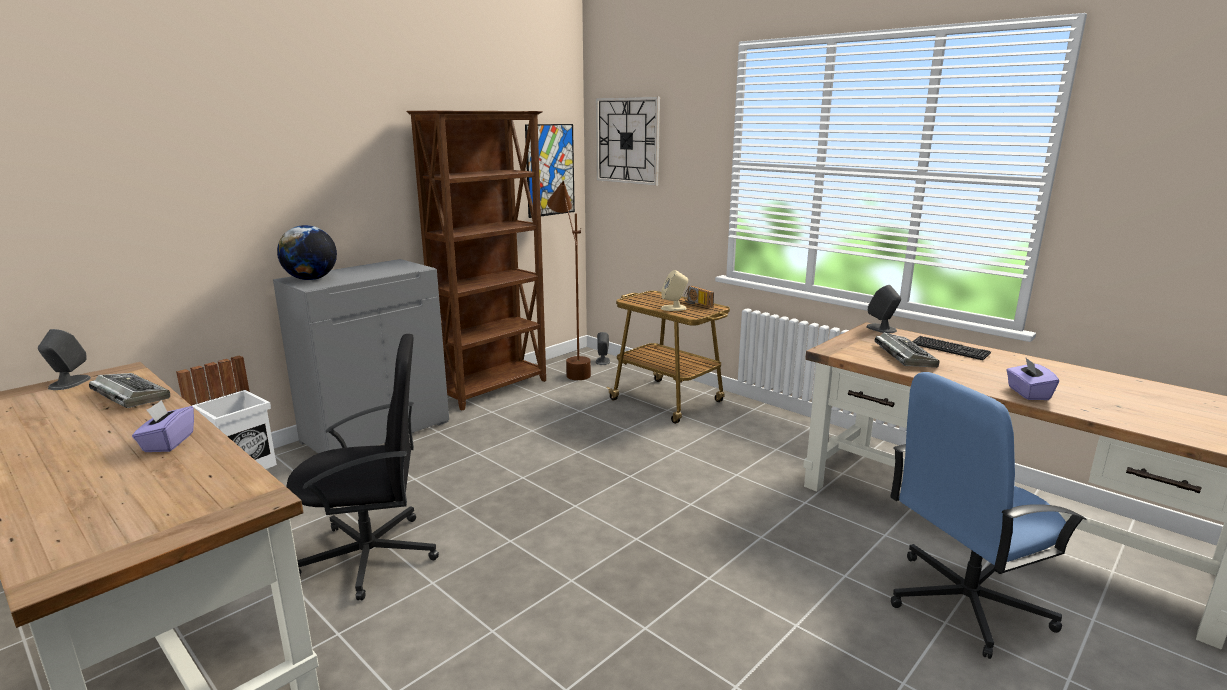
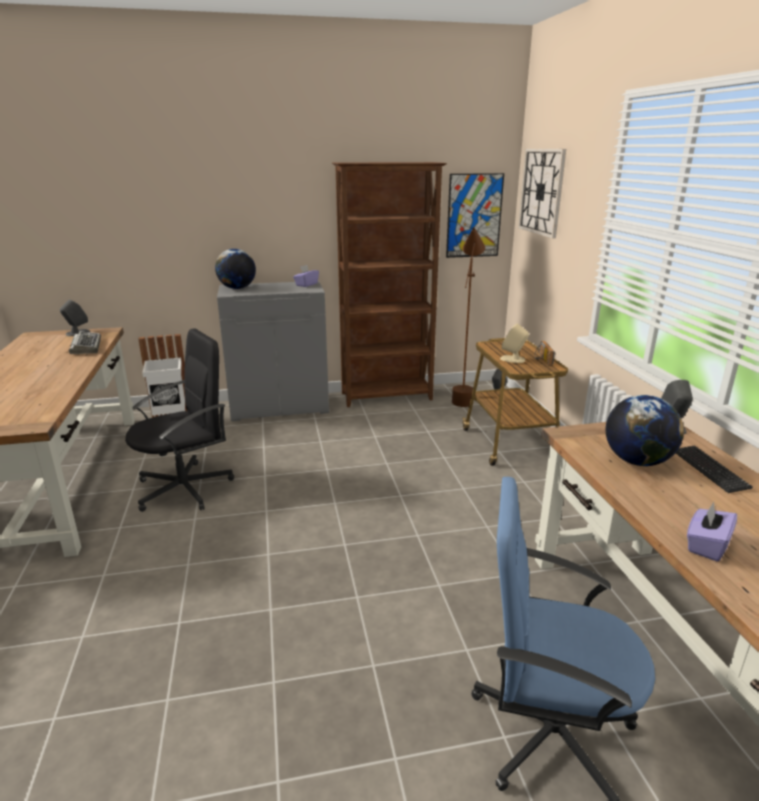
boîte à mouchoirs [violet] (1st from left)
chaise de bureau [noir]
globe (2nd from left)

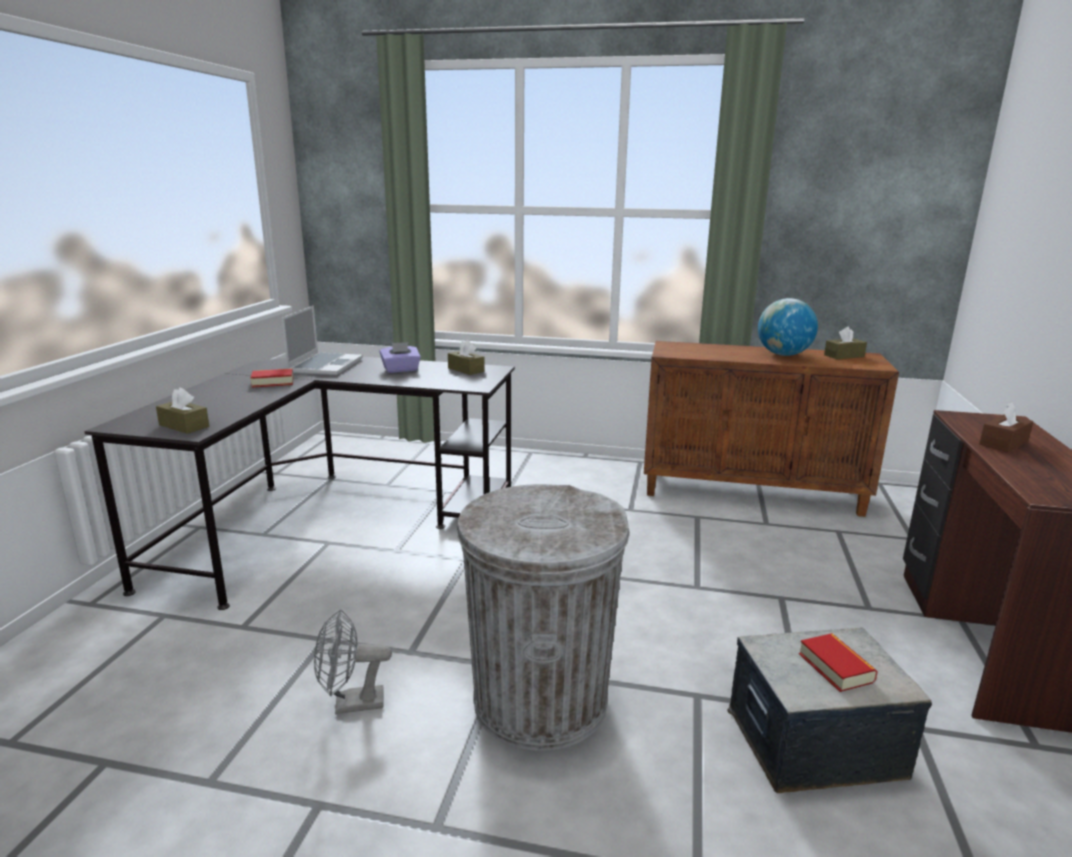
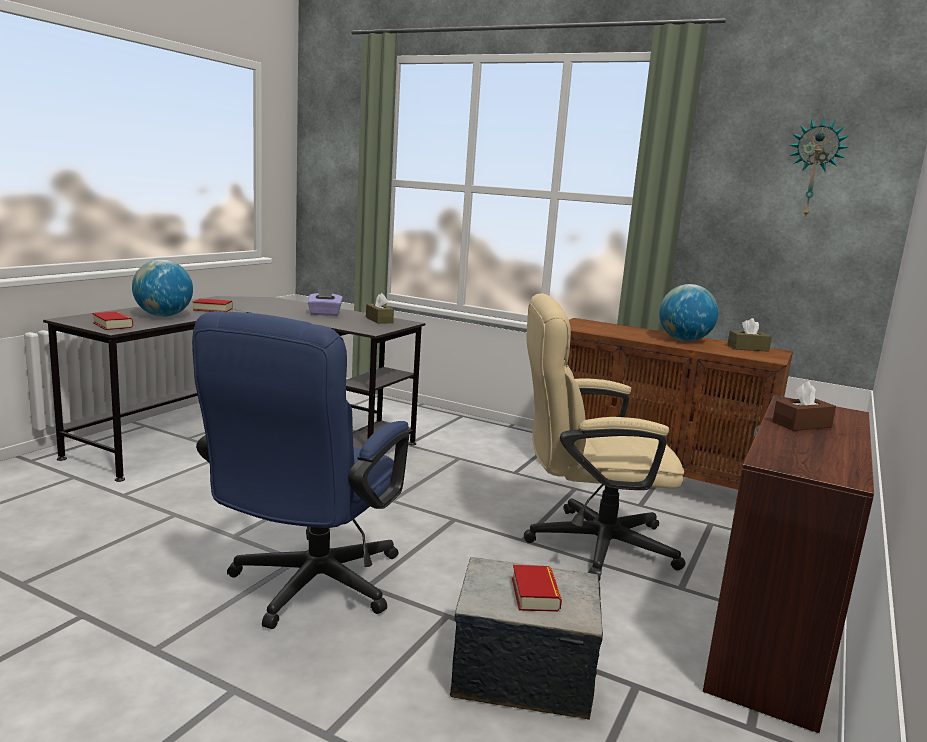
livre (1st from left)
ordinateur portable
ventilateur [gris]
chaise de bureau [bleu]
globe (1st from left)
chaise de bureau [beige]
horloge murale

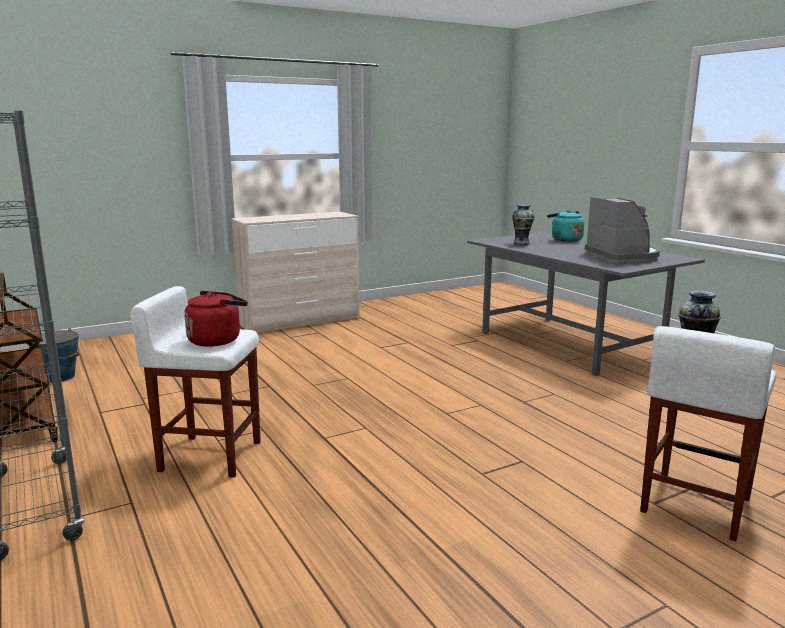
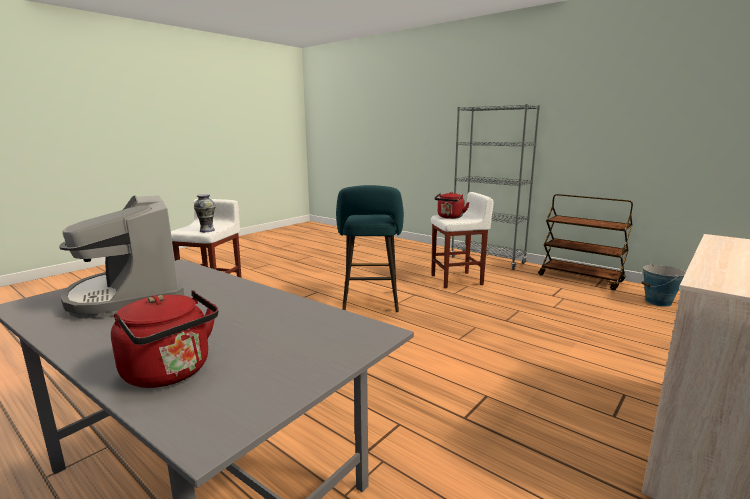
vase (1st from left in the first image)
bouilloire [rouge] (1st from left)
tabouret [turquoise]

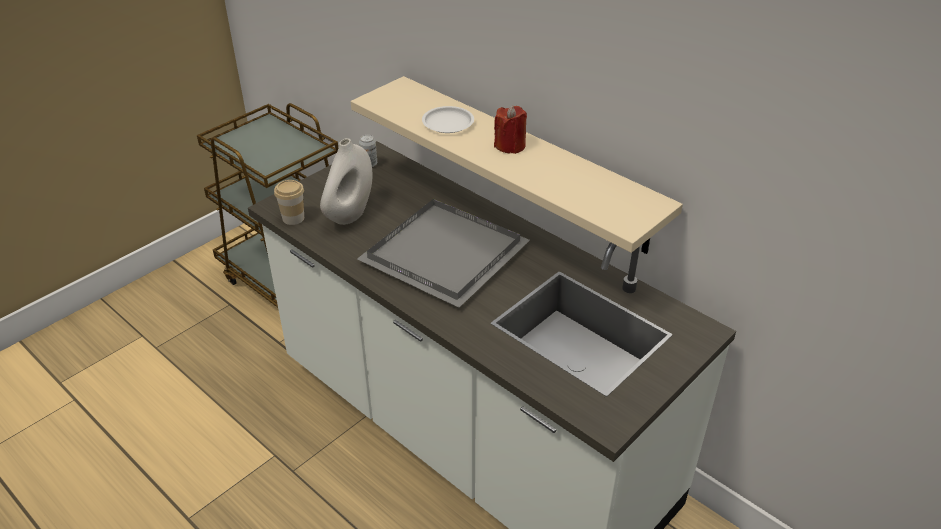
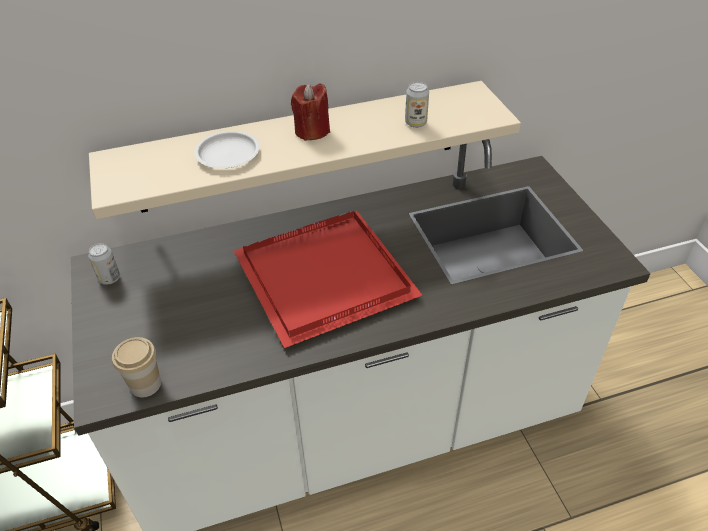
vase [blanc]
plateau [rouge]
boîte métallique (2nd from left)

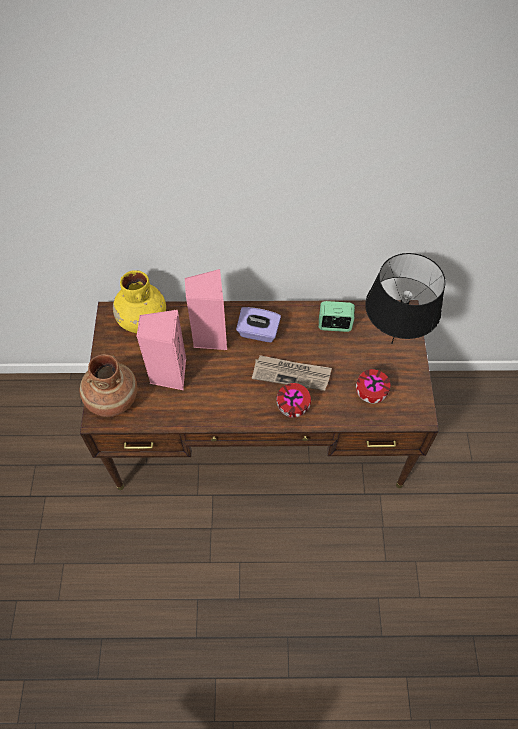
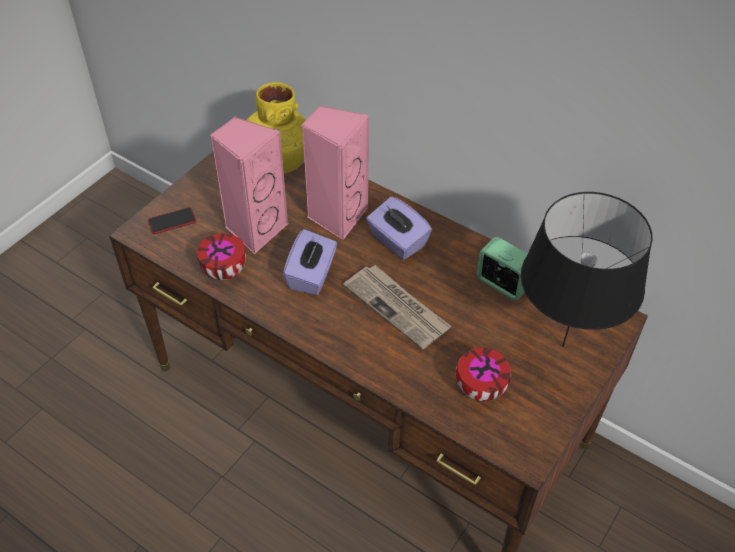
téléphone
bol (1st from left)
boîte à mouchoirs [violet] (1st from left)

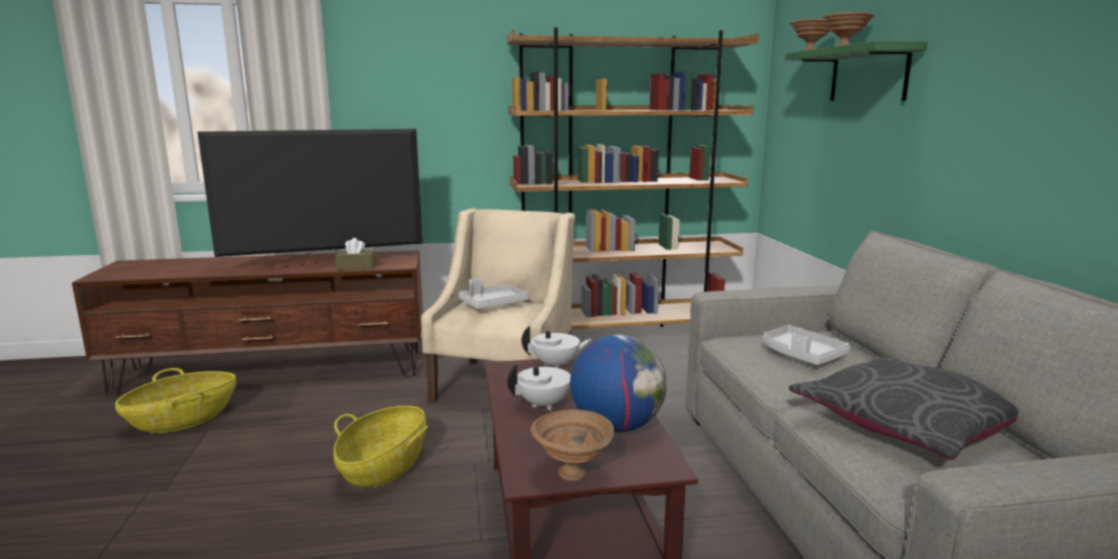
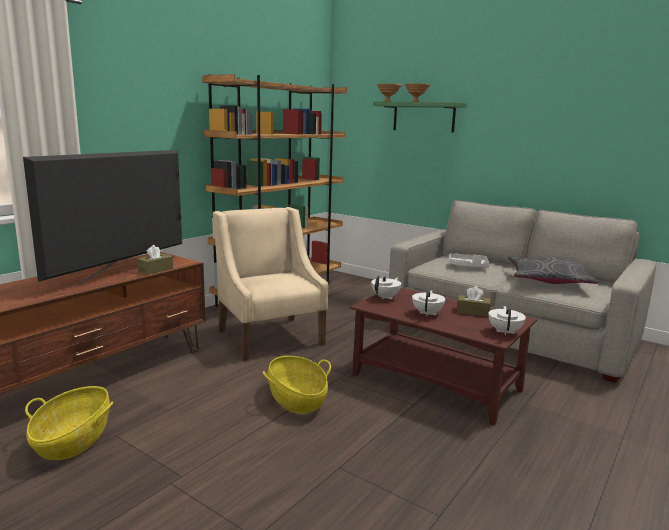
plateau [gris] (1st from left in the first image)
théière [blanc] (3rd from left)
boîte à mouchoirs [marron] (2nd from left)

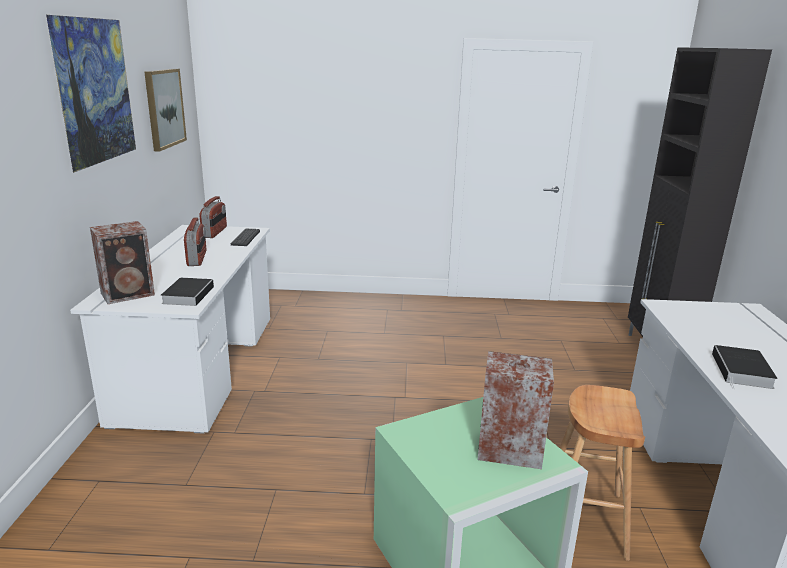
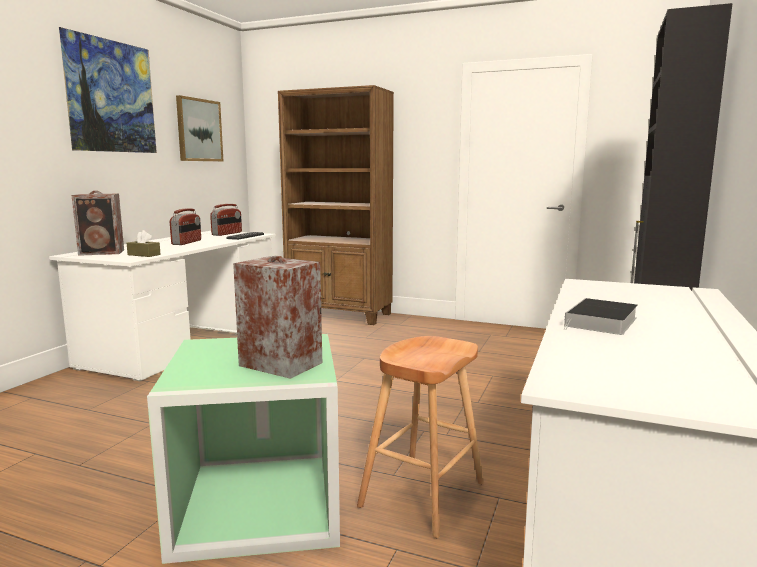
boîte à mouchoirs [marron]
bibliothèque [marron]

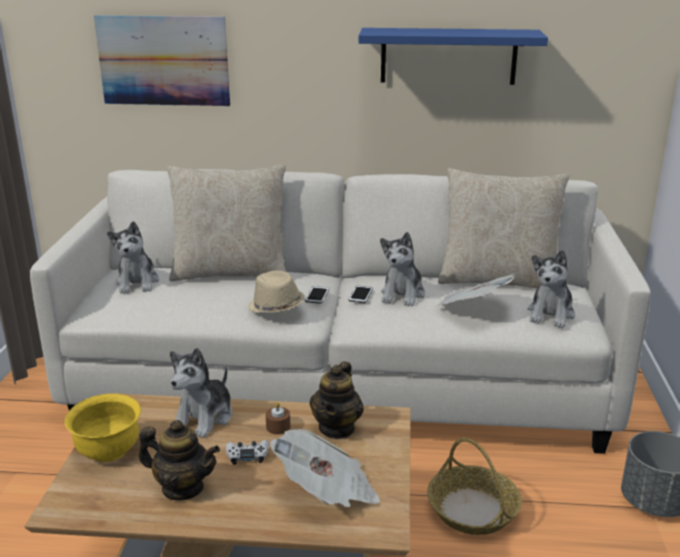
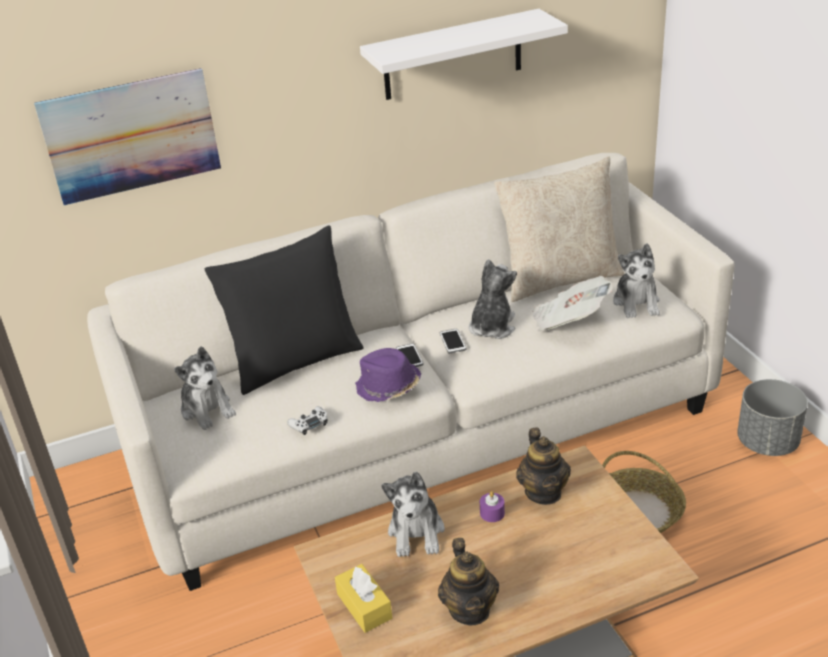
boîte à mouchoirs [jaune]
théière (1st from left)
coussin [noir]
manette [blanc]
chapeau [violet]
bougie [violet]
journal (1st from left in the first image)
étagère [blanc]
peluche (3rd from left)

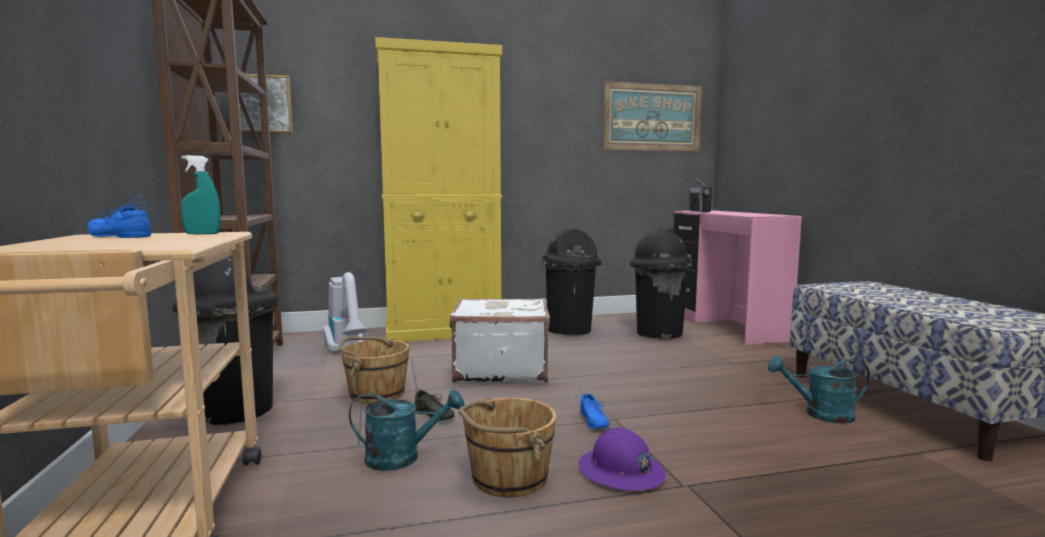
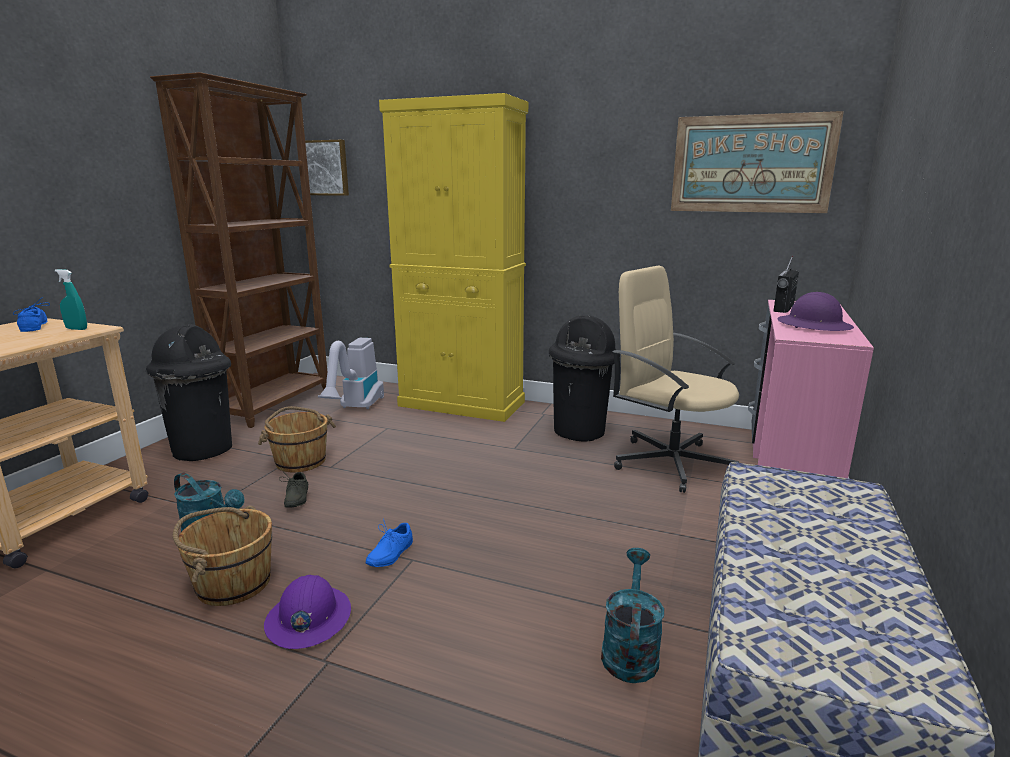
valise [blanc]
chaise de bureau [beige]
arrosoir [turquoise] (2nd from left)
casque de chantier [violet] (2nd from left)

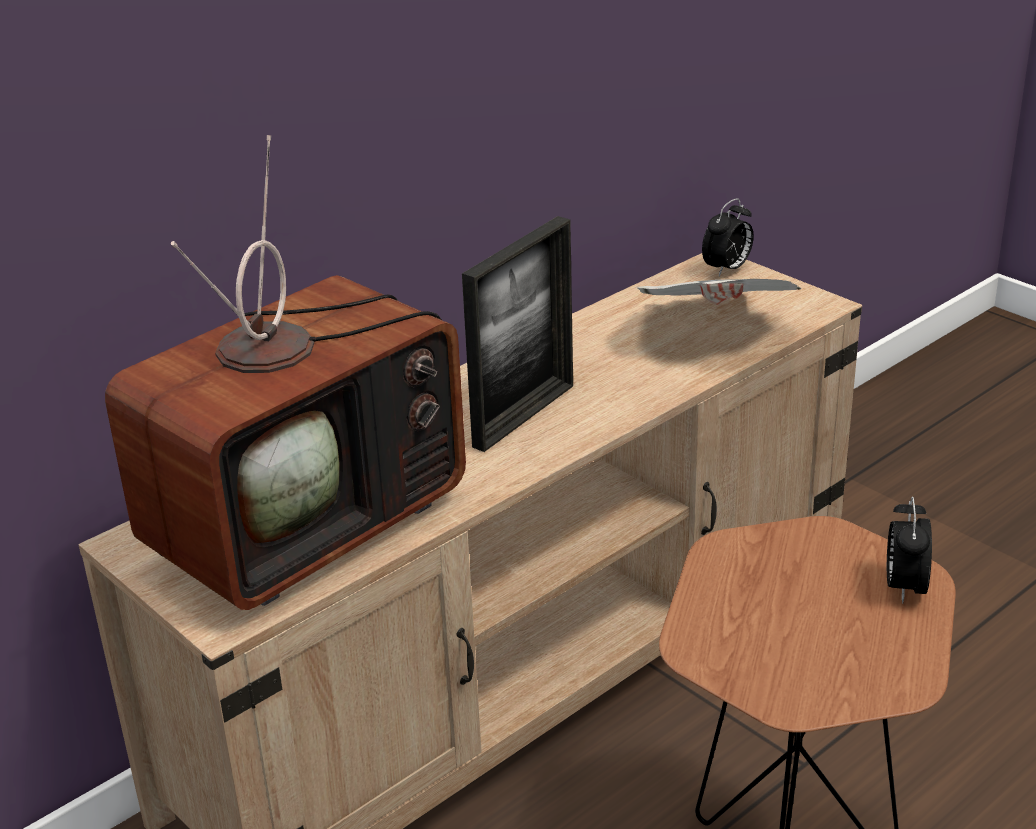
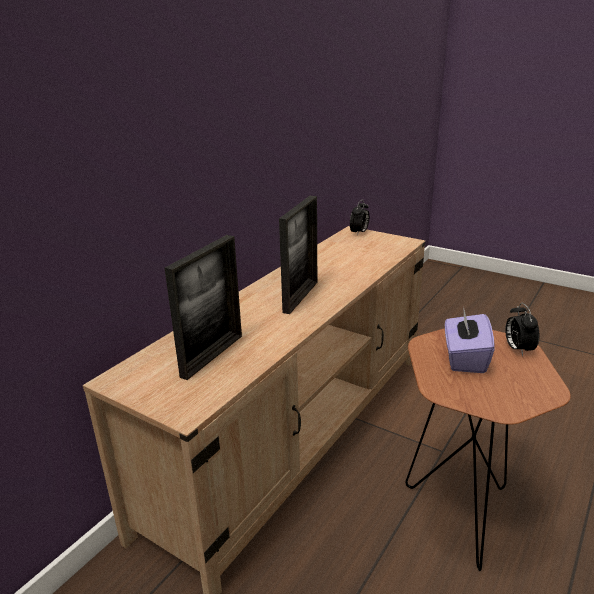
cadre photo (1st from left)
journal
boîte à mouchoirs [violet]

